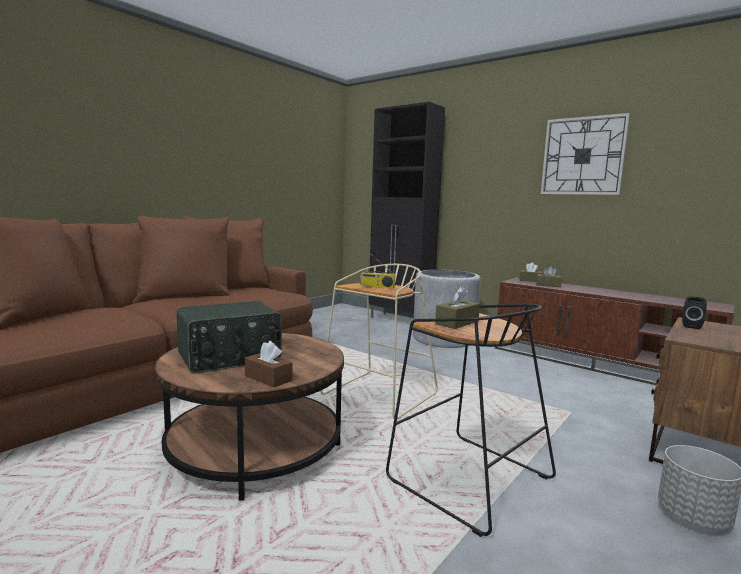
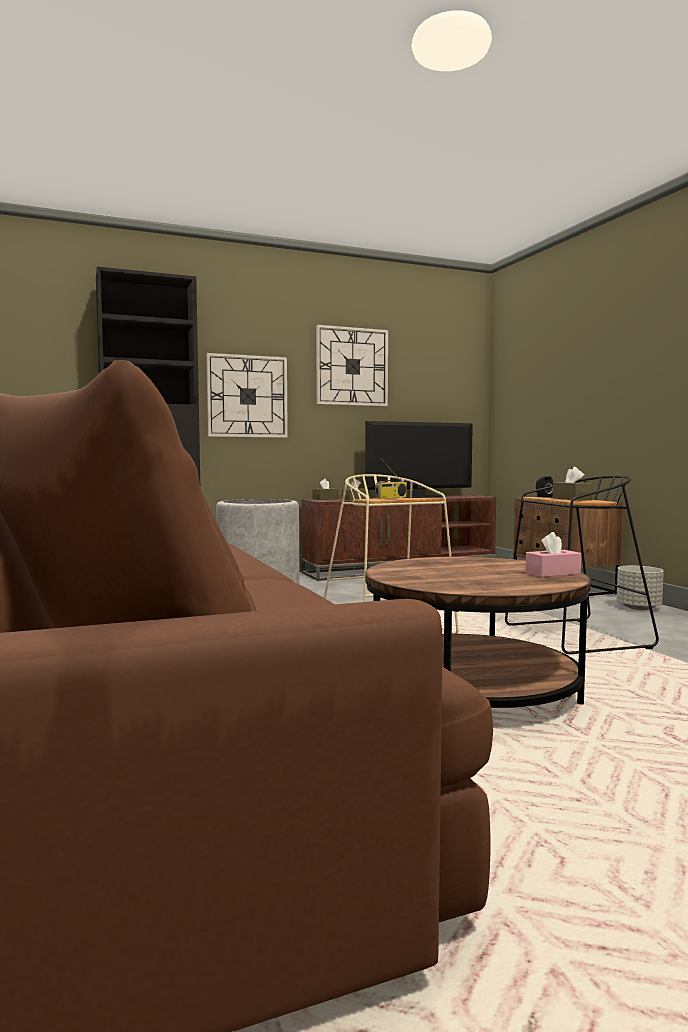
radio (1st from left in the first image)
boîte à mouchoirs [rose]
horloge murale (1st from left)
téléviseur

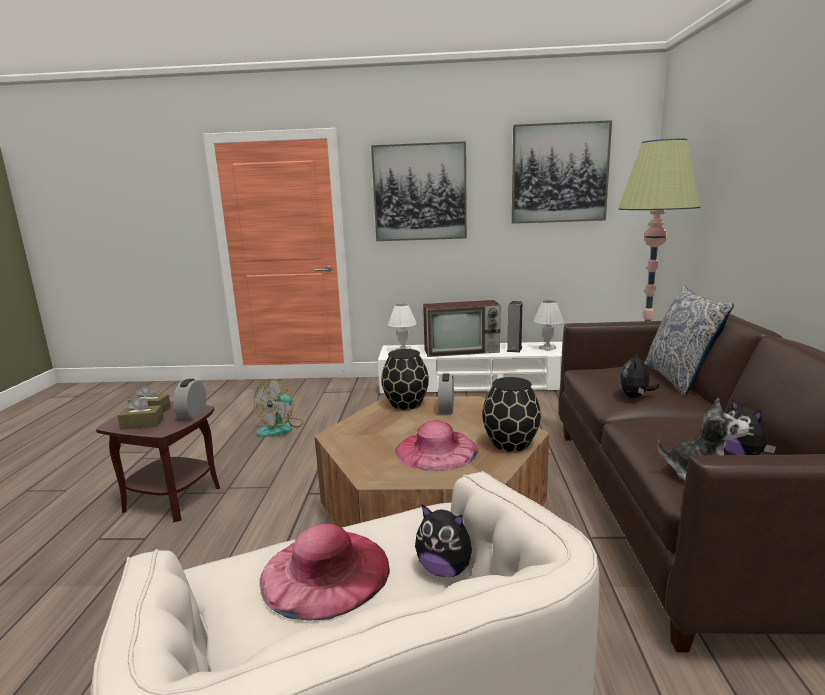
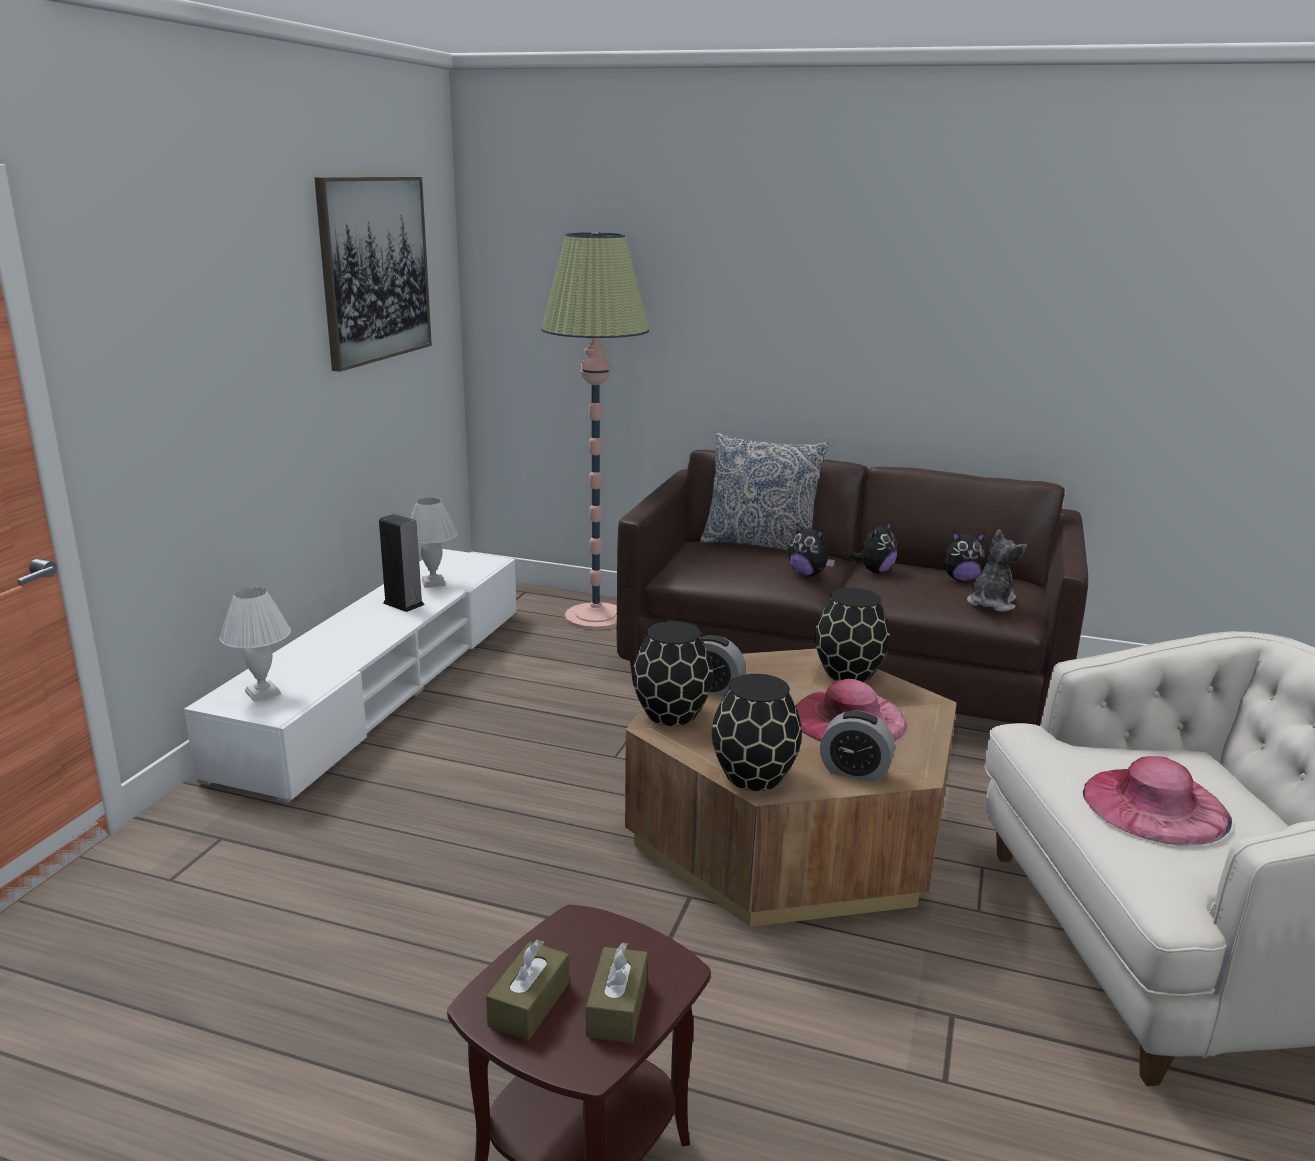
réveil (2nd from left)
ventilateur
tableau (1st from left in the first image)
peluche (2nd from left)
téléviseur
vase [noir] (2nd from left)

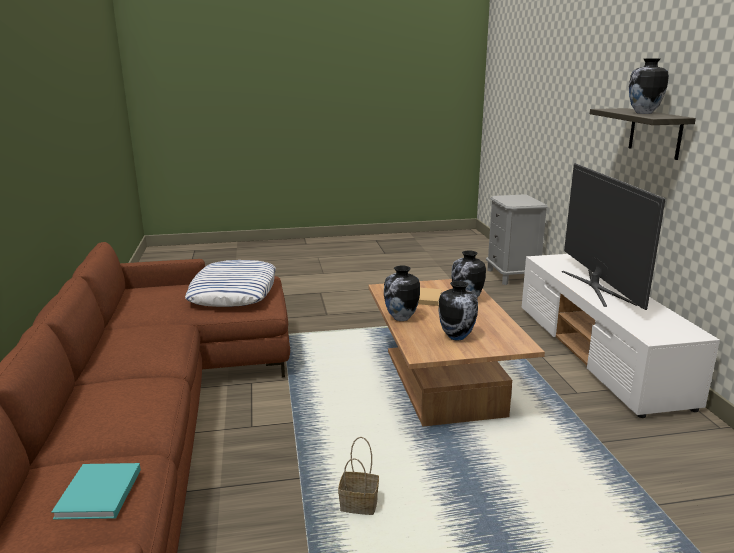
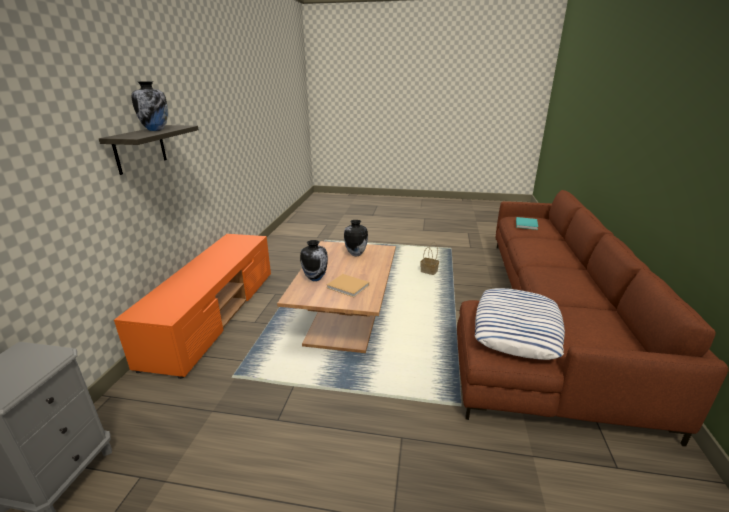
vase (1st from left in the first image)
meuble télé [orange]
téléviseur

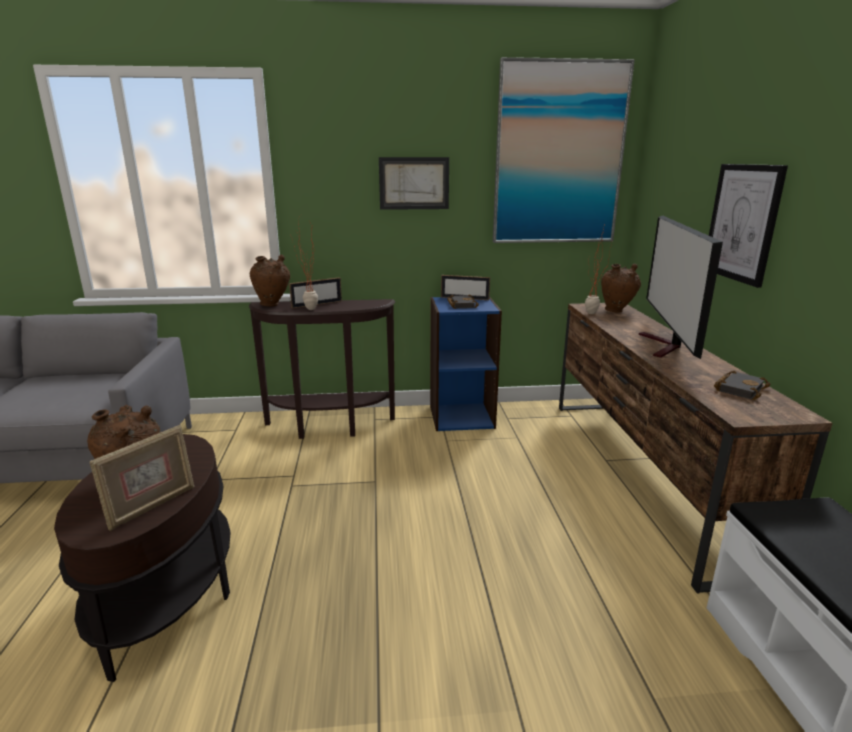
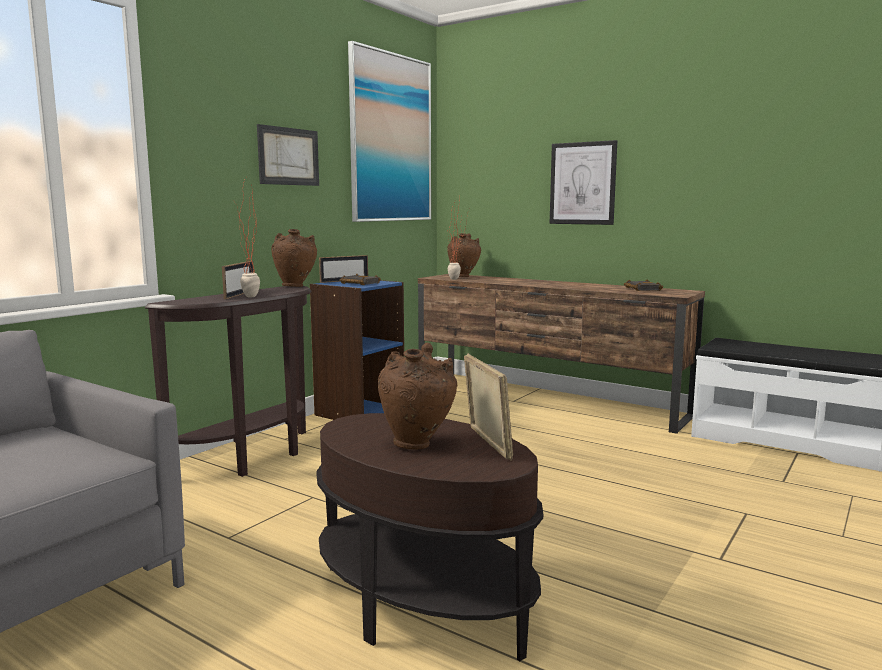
vase [marron] (1st from left)
téléviseur

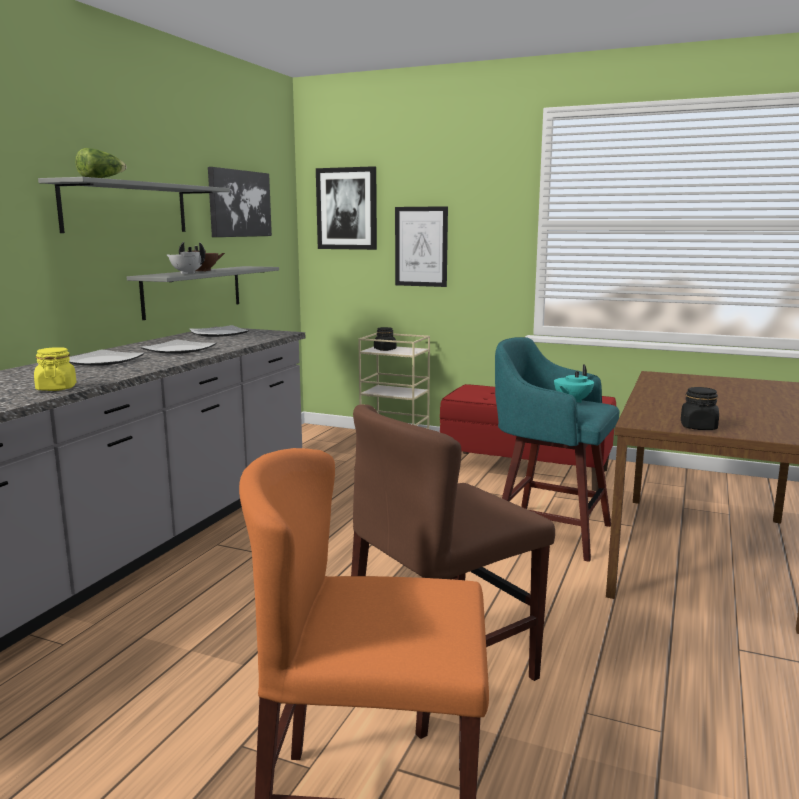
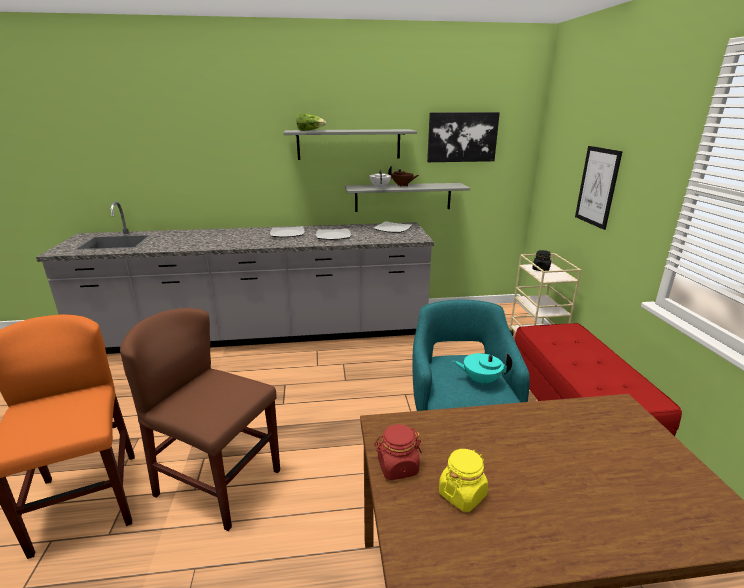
bocal [jaune]
tableau (2nd from left in the first image)
bocal [rouge]

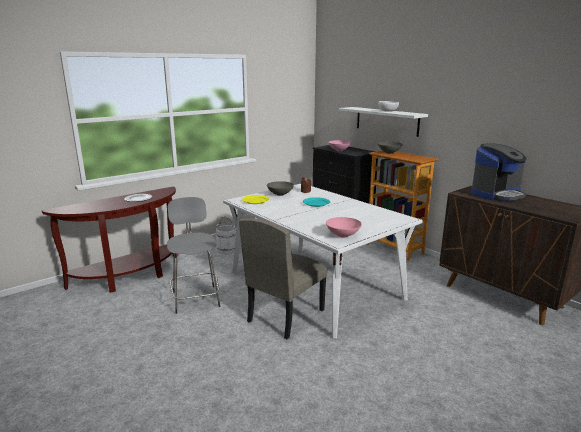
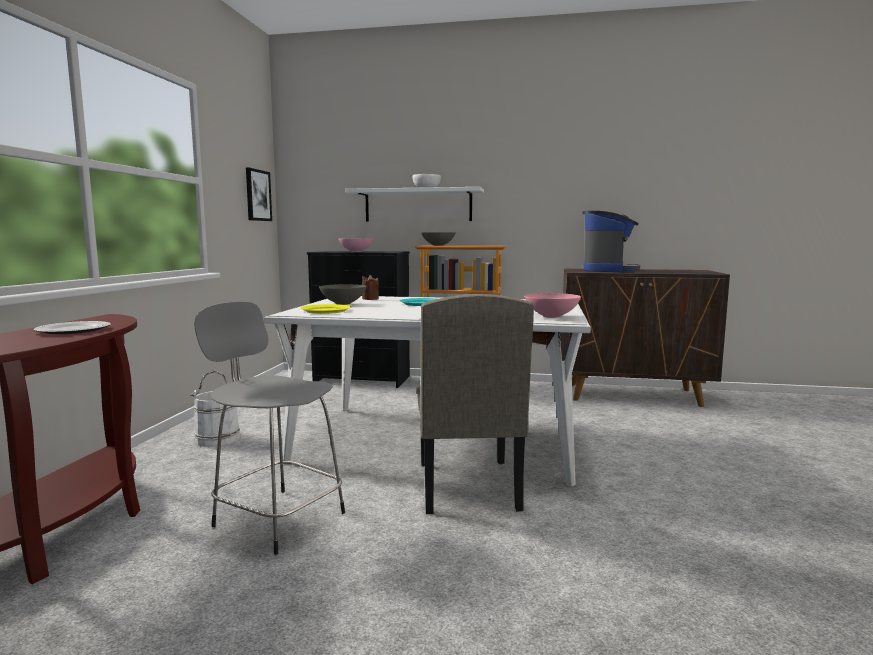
tableau

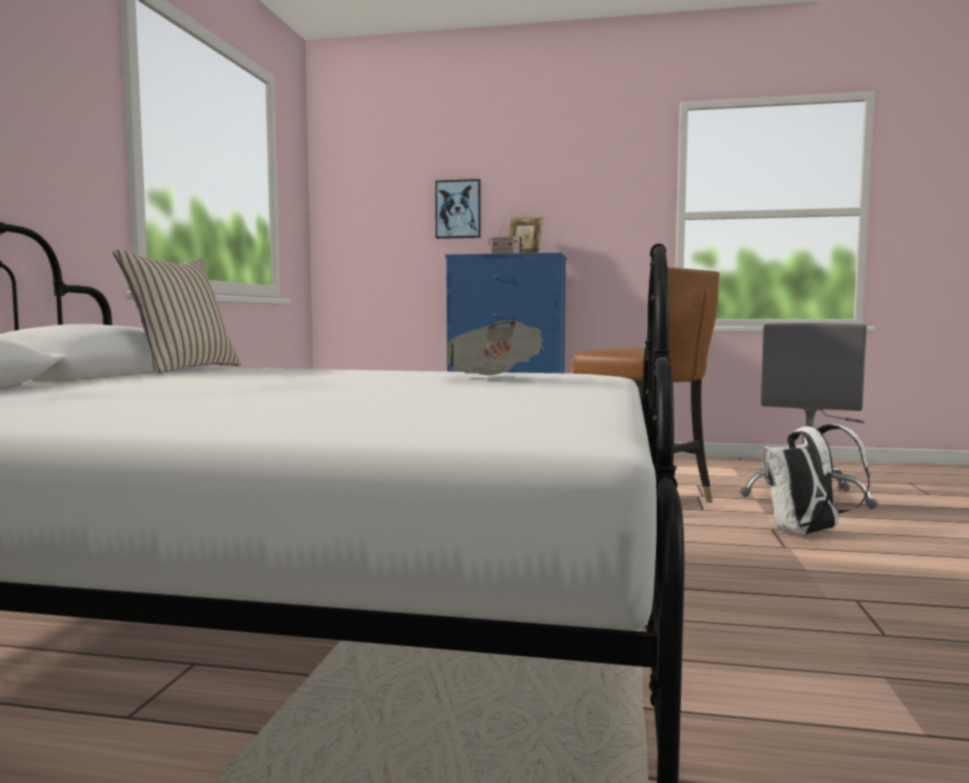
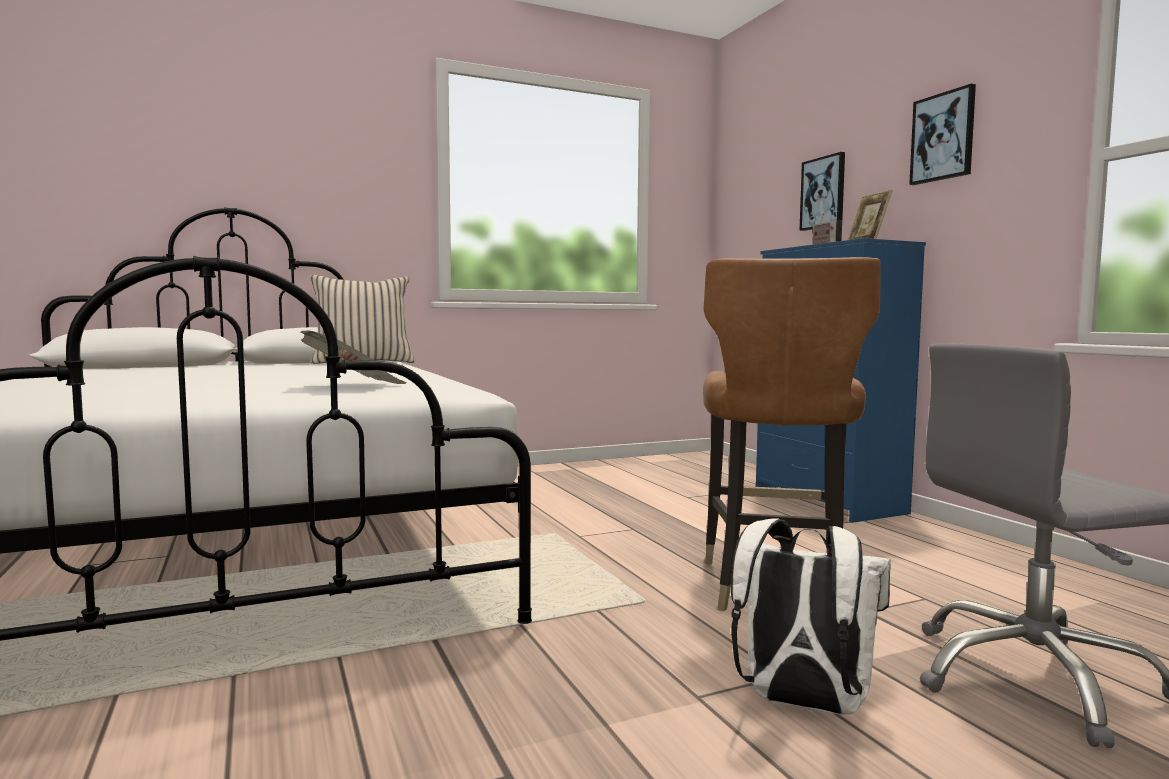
tableau (2nd from left)

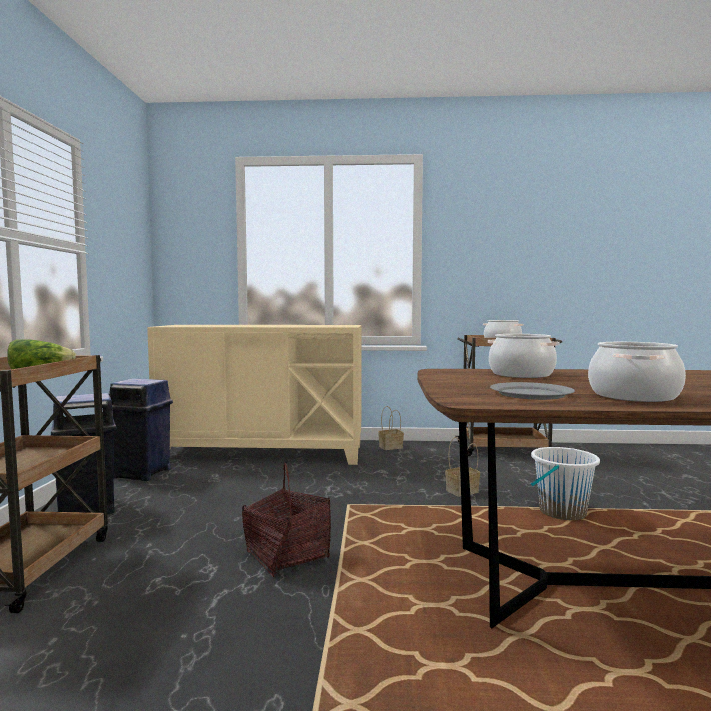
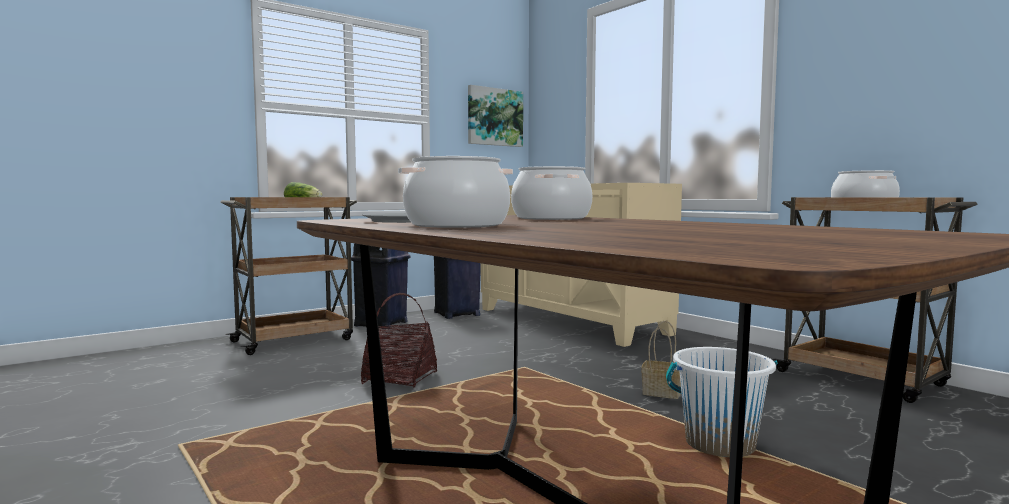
panier (2nd from left in the first image)
tableau

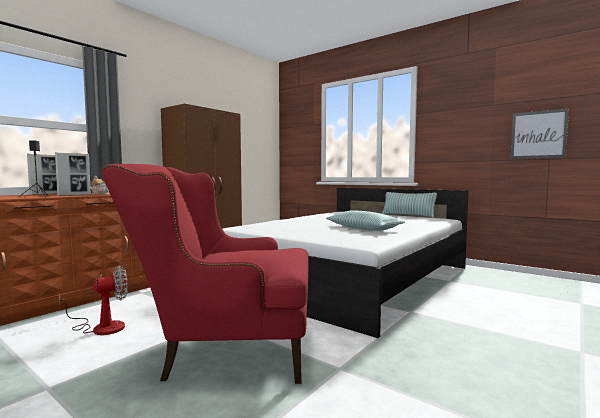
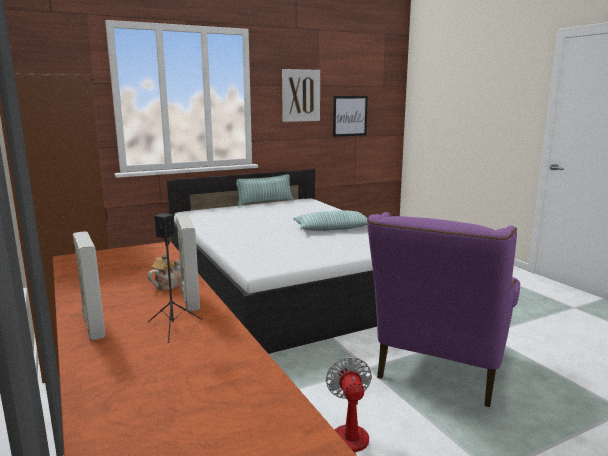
fauteuil [violet]
tableau (1st from left)

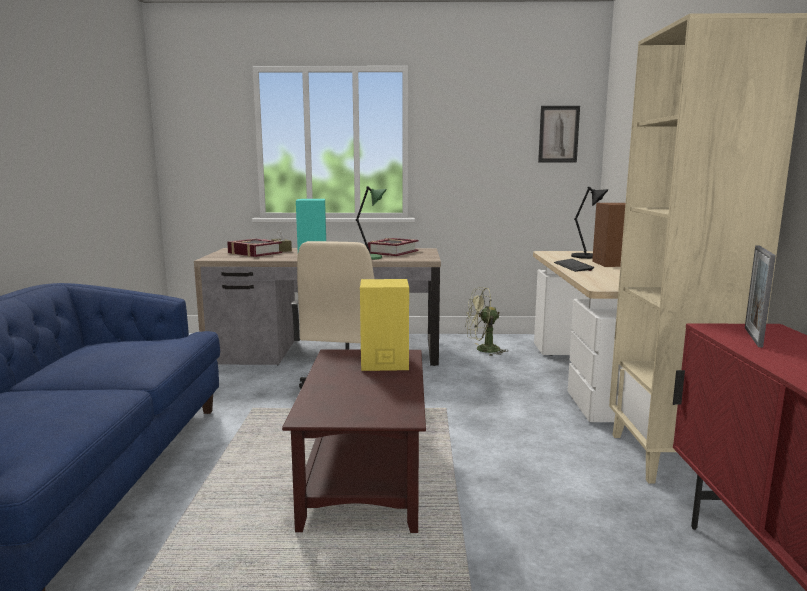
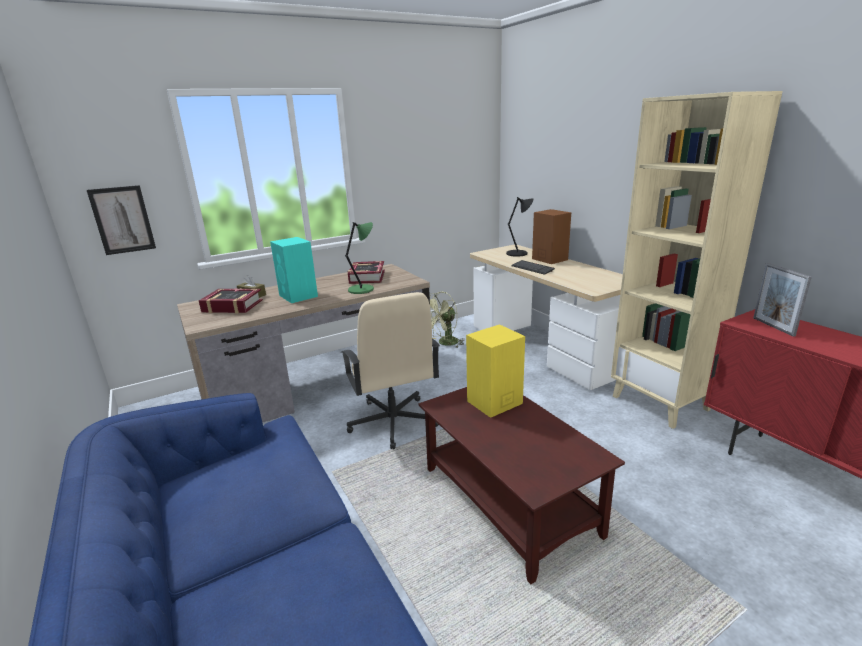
tableau

